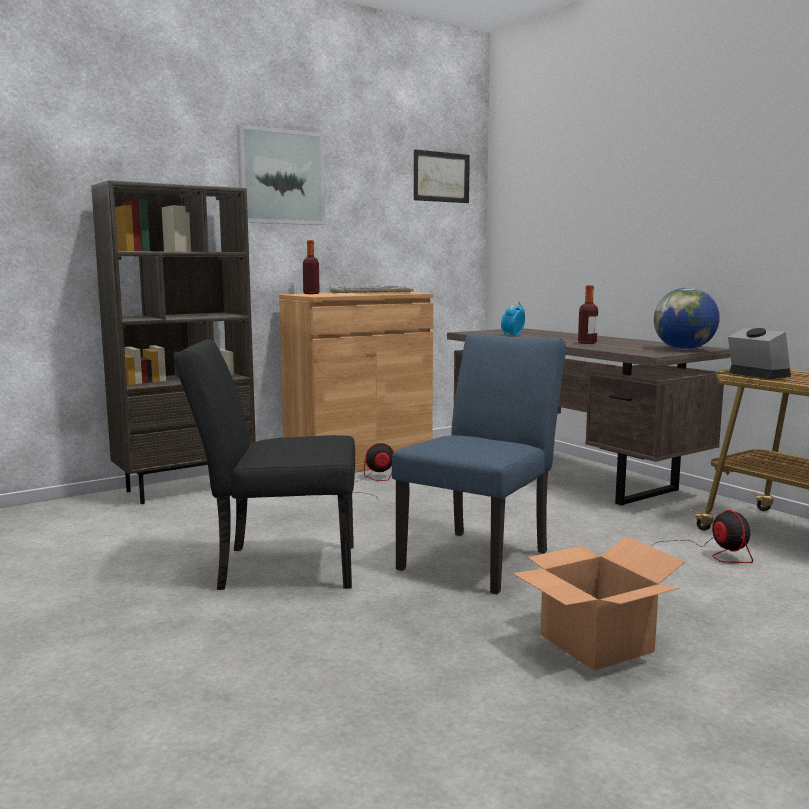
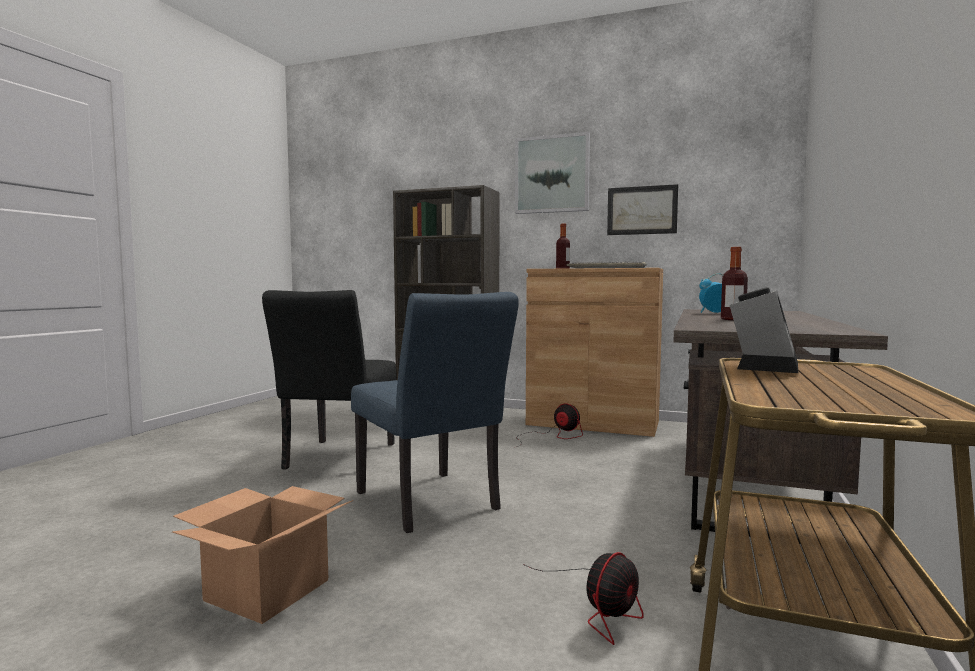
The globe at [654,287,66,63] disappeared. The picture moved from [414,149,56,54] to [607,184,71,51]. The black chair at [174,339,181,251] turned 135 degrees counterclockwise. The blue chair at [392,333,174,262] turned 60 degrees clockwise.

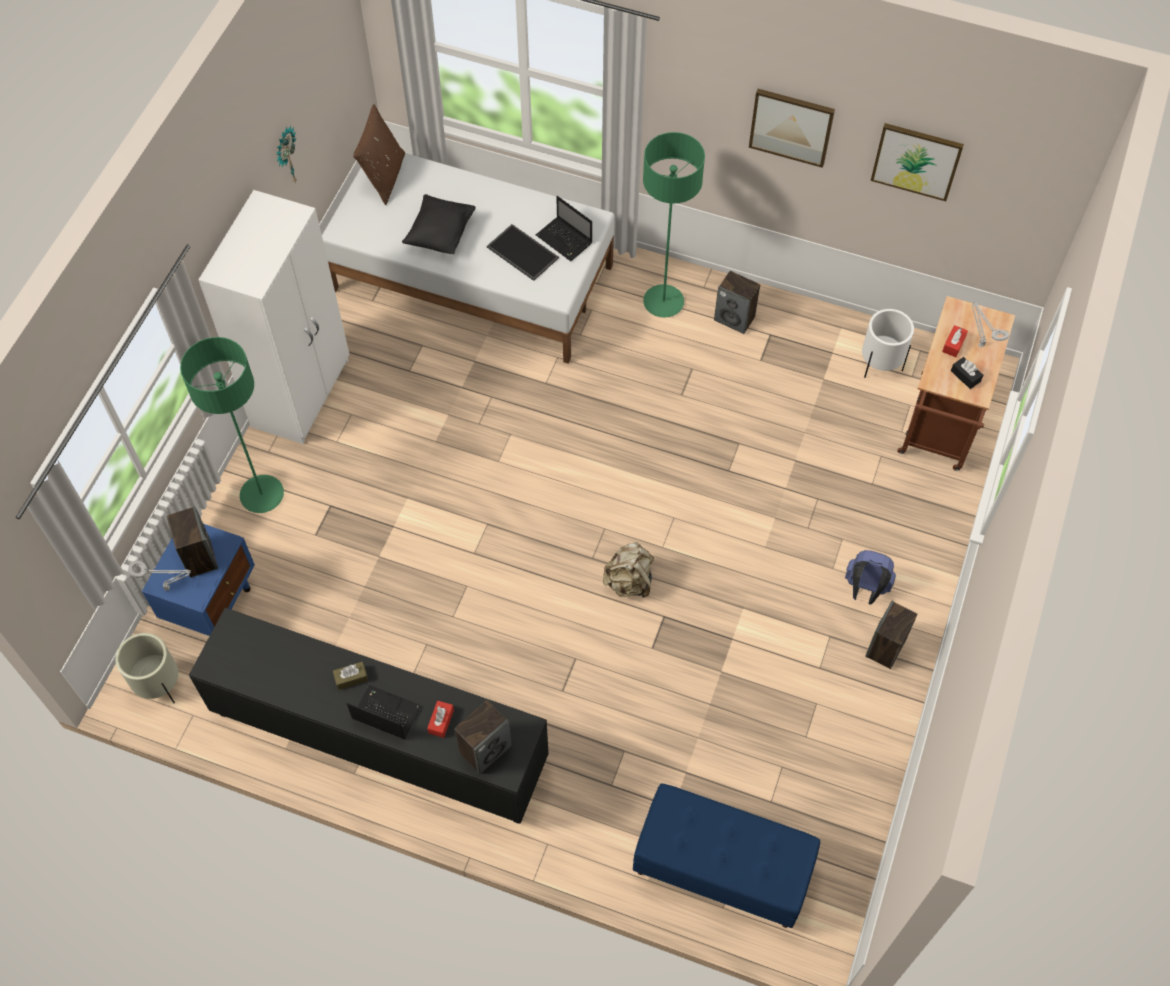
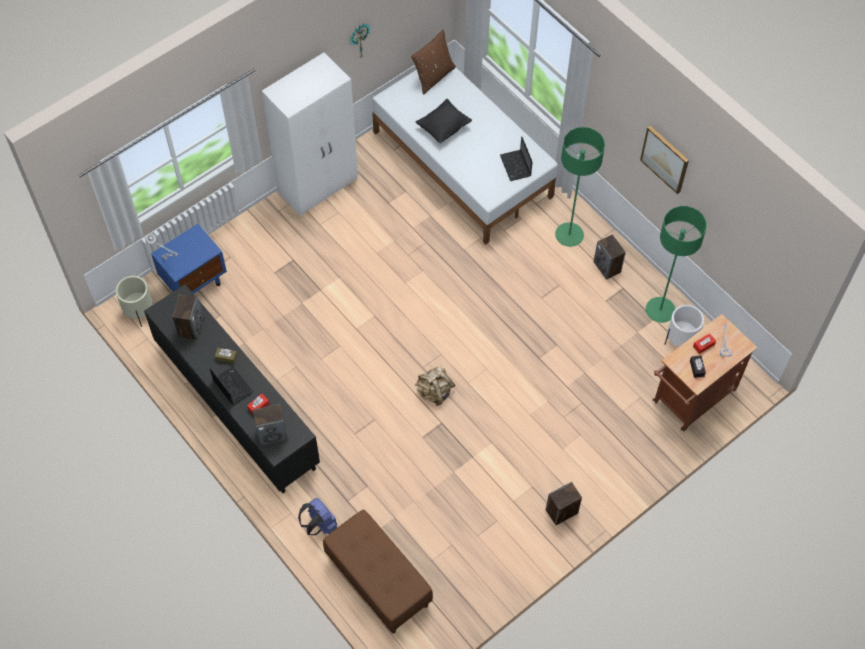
The tray at [487,224,72,57] disappeared. The picture at [871,123,93,78] disappeared. The speaker moved from [167,506,51,72] to [172,294,32,47]. The green floor lamp moved from [180,337,104,176] to [646,206,61,117]. The blue backpack moved from [845,550,51,55] to [298,498,39,37]. The blue bench at [633,783,187,145] became the brown bench at [323,509,110,125].

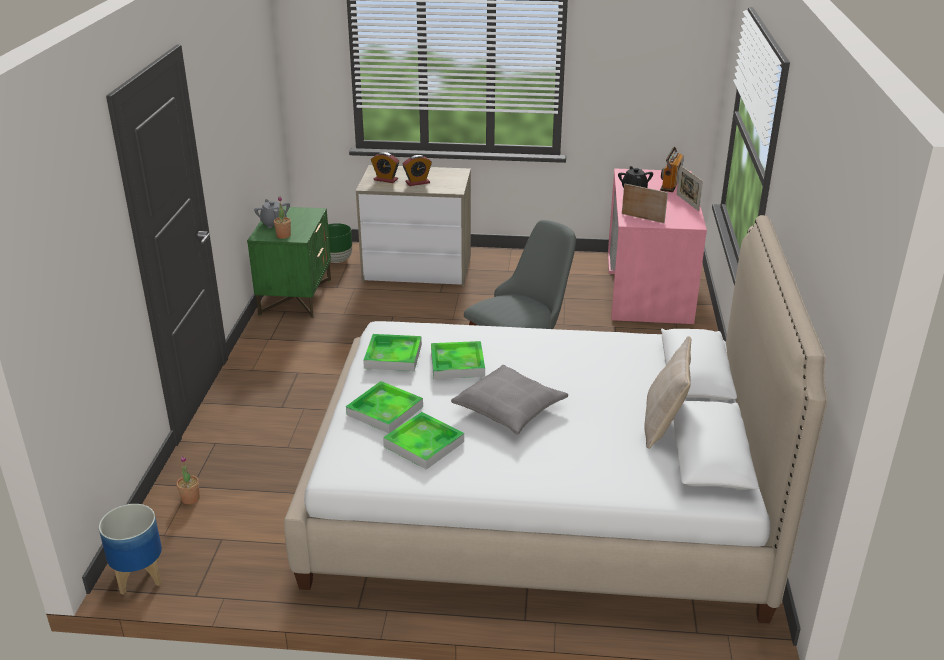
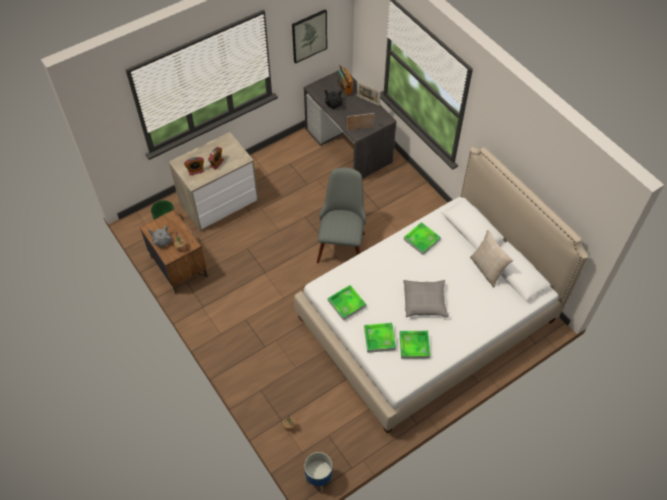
The picture at [292,10,35,53] appeared. The tray moved from [431,341,54,38] to [404,222,37,33]. The green nightstand at [247,207,84,111] became the brown nightstand at [140,209,68,85]. The pink desk at [608,168,99,156] became the grey desk at [303,70,94,109].

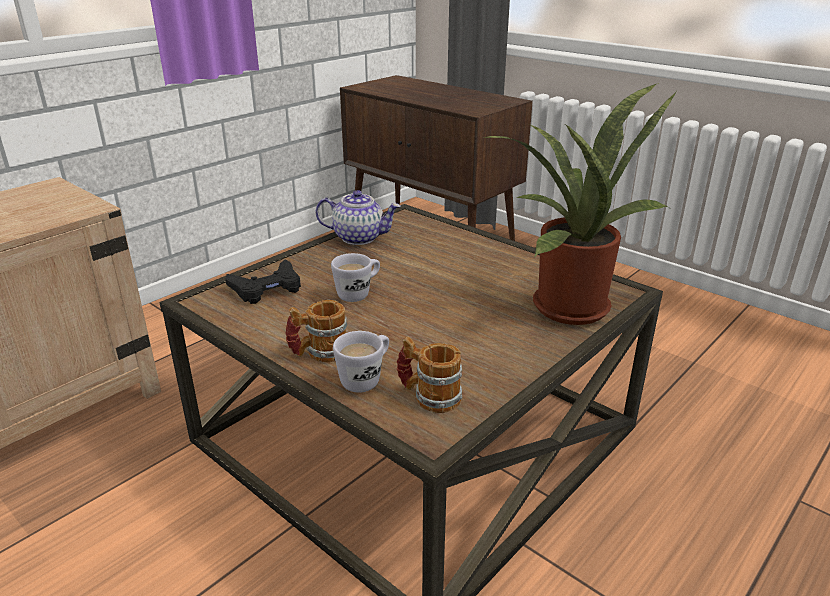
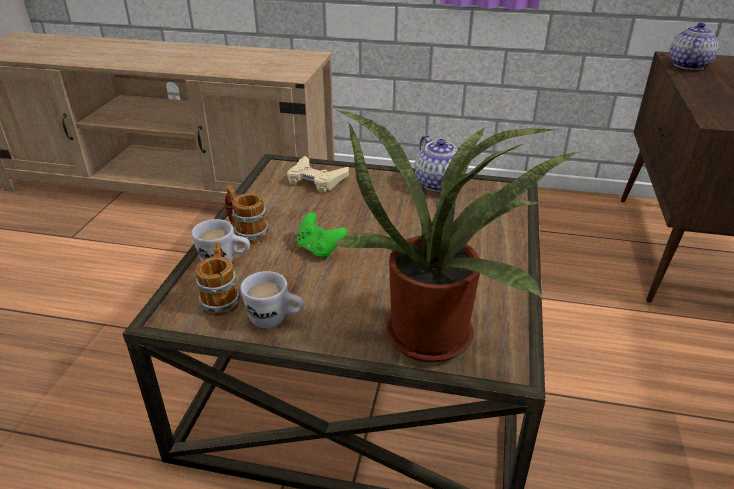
The green game controller at [297,212,51,47] appeared. The teapot at [669,22,50,48] appeared. The white mug moved from [331,253,49,49] to [240,271,65,57]. The black game controller at [225,259,76,45] became the beige game controller at [287,156,62,36].

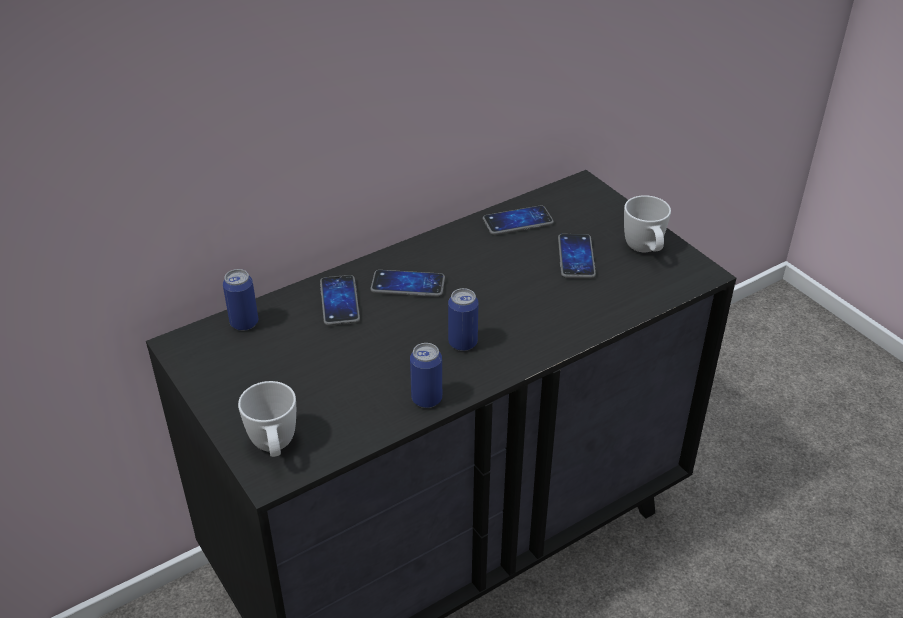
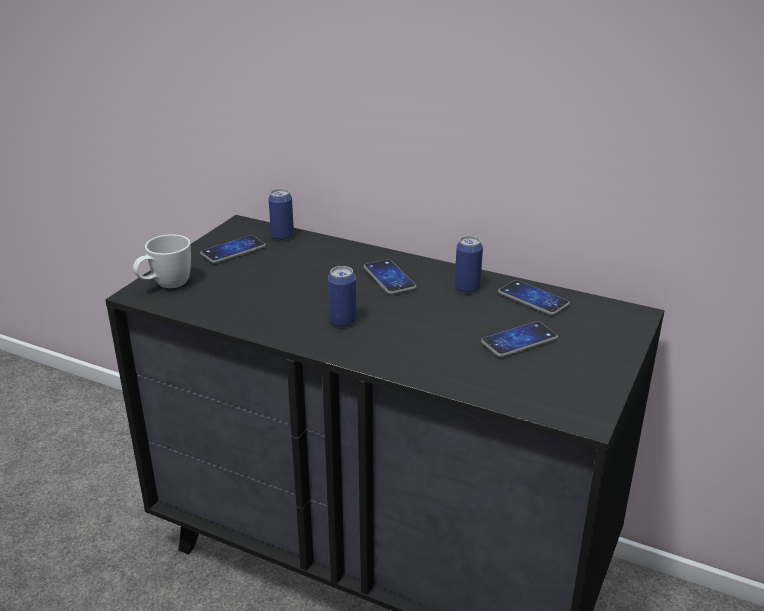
The white mug at [624,195,47,57] disappeared. The phone moved from [320,275,40,51] to [200,235,66,29]. The can moved from [410,343,32,65] to [455,236,28,57].

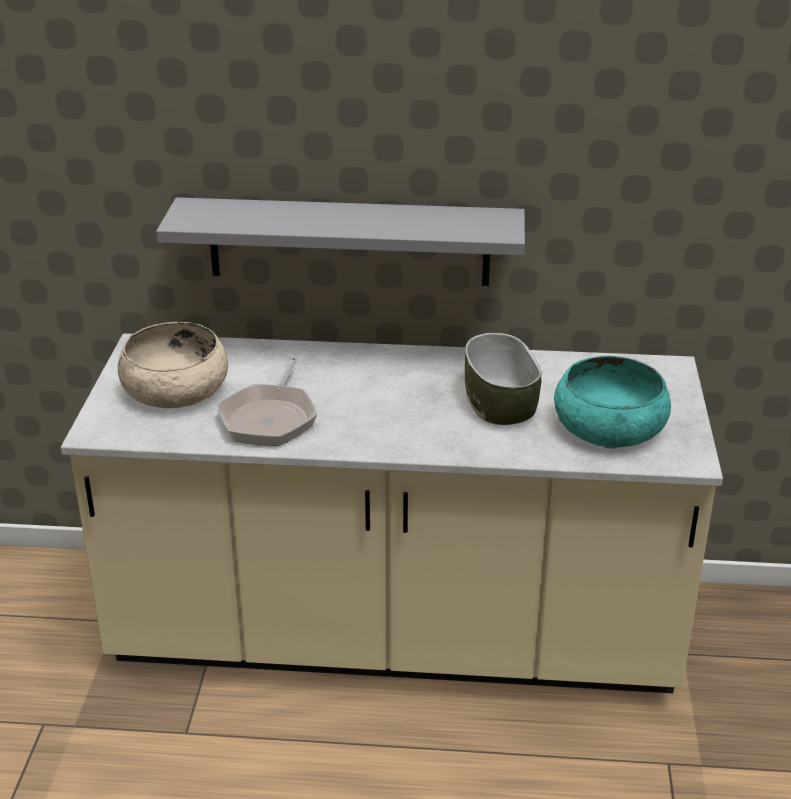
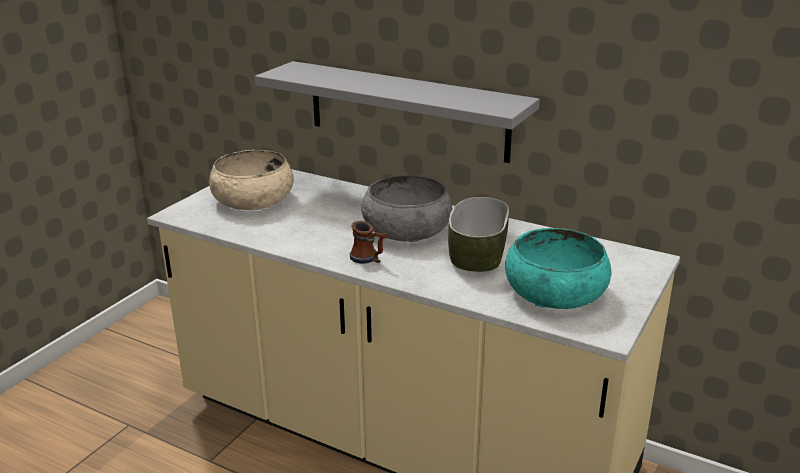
The frying pan at [217,357,100,89] disappeared. The mug at [350,221,38,43] appeared. The grey bowl at [361,175,91,67] appeared.

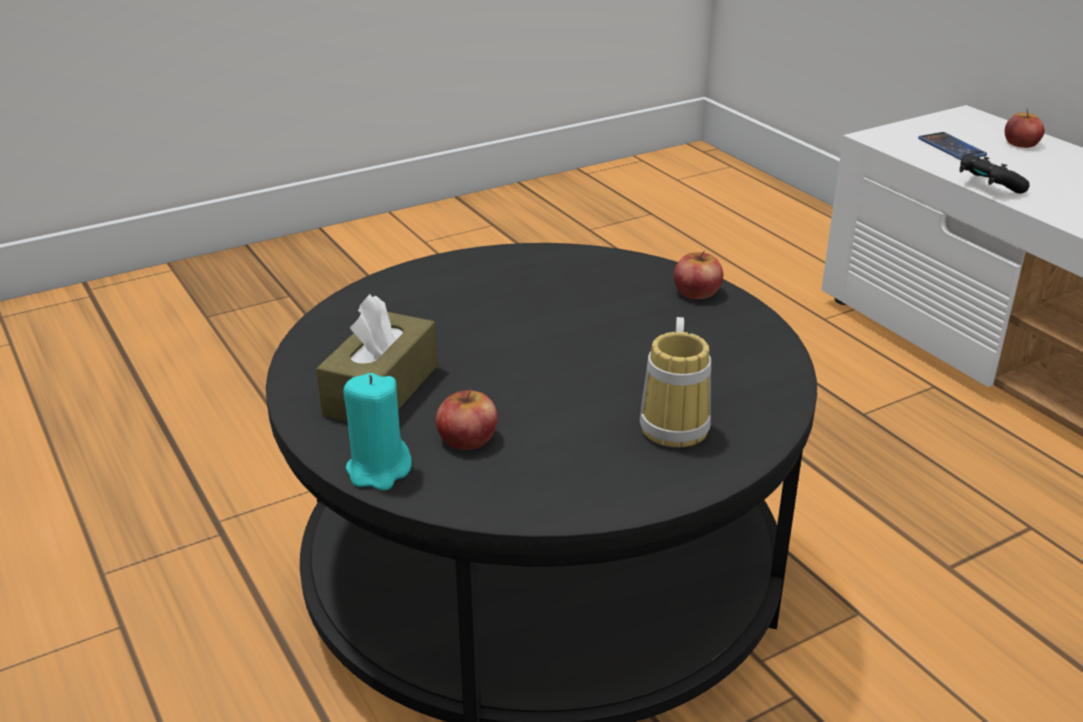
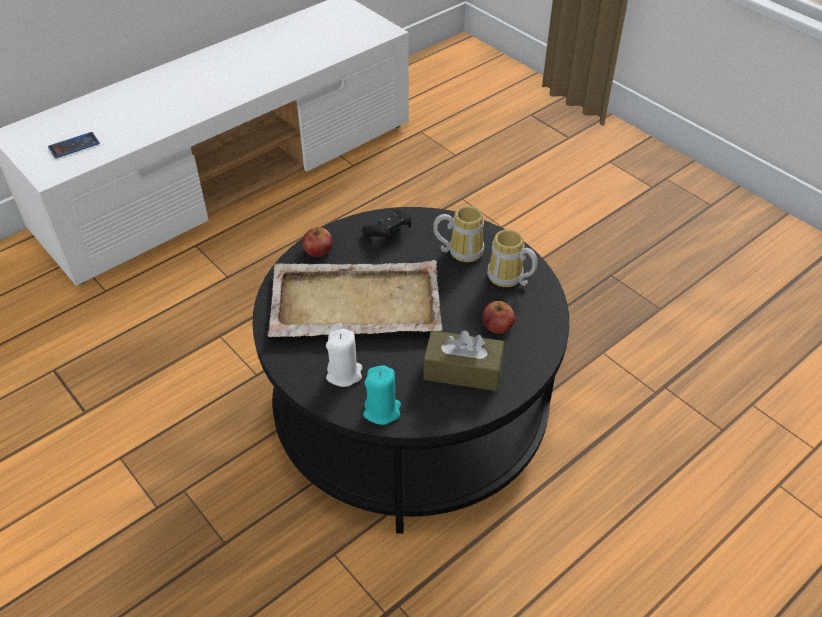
The apple at [1005,109,40,39] disappeared. The beige tray at [268,260,174,77] appeared. The white candle at [326,329,36,58] appeared. The mug at [487,229,51,58] appeared. The turquoise candle moved from [343,373,69,118] to [363,365,38,60]. The black game controller moved from [960,155,70,39] to [362,209,49,30].

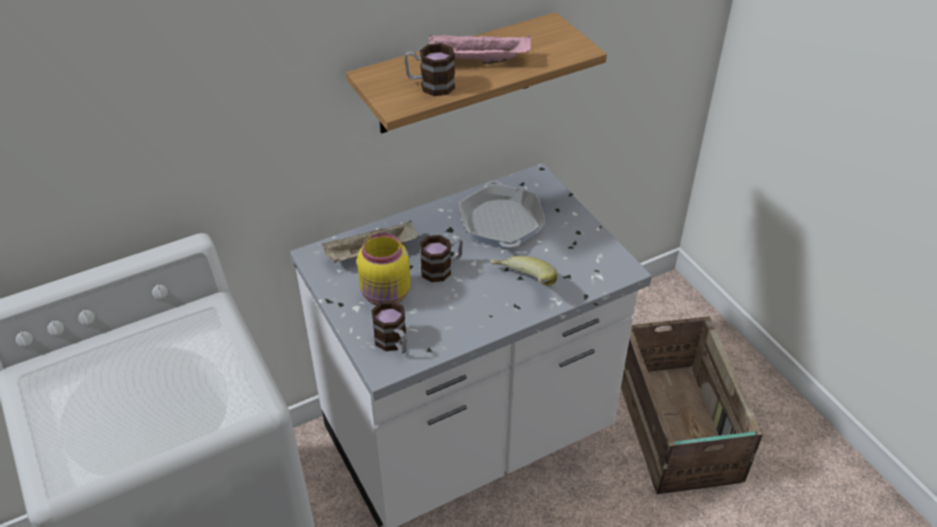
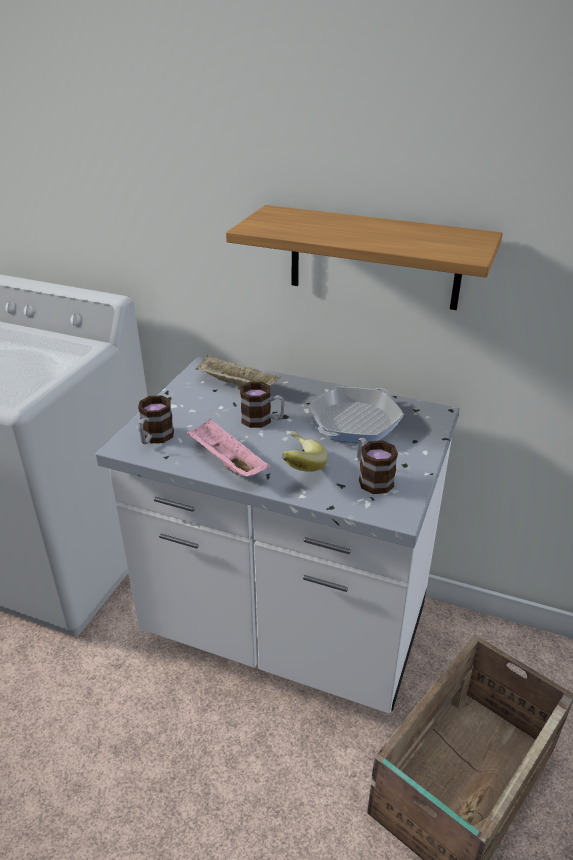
The yellow jar at [357,233,54,72] disappeared. The mug moved from [404,43,51,53] to [357,438,41,56]. The pink tray moved from [429,35,102,29] to [187,418,83,59].

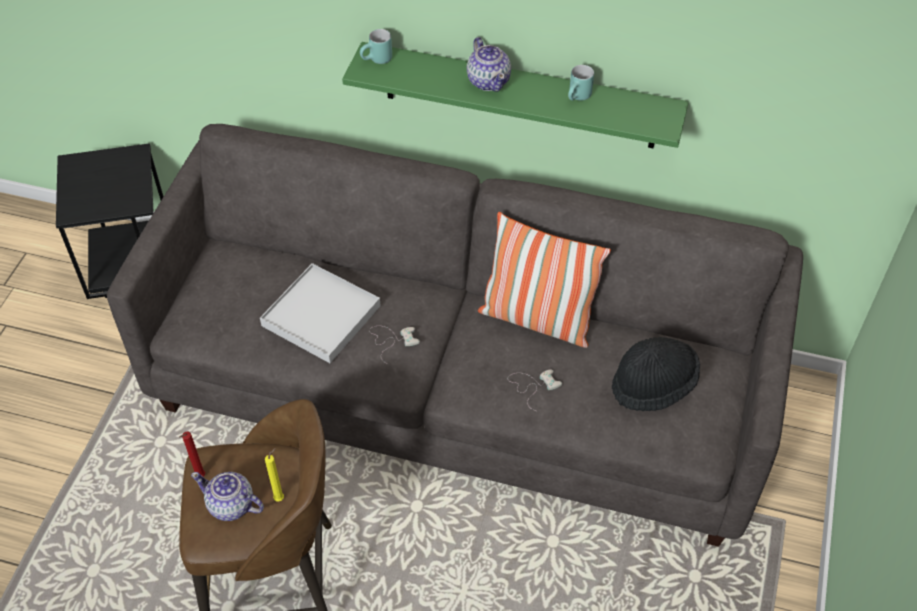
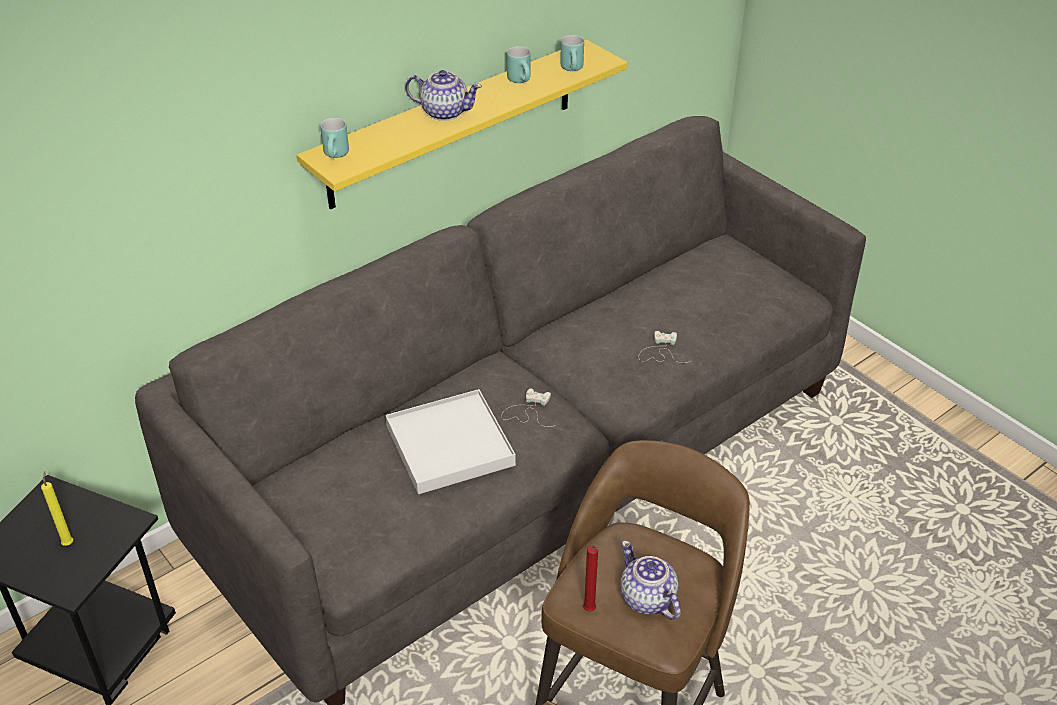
The pillow at [478,212,133,136] disappeared. The black hat at [612,337,88,74] disappeared. The turquoise mug at [560,35,24,36] appeared. The yellow candle moved from [265,448,19,54] to [41,471,32,75]. The green shelf at [342,42,347,106] became the yellow shelf at [296,40,332,170]. The teapot at [191,472,73,49] turned 90 degrees clockwise.

